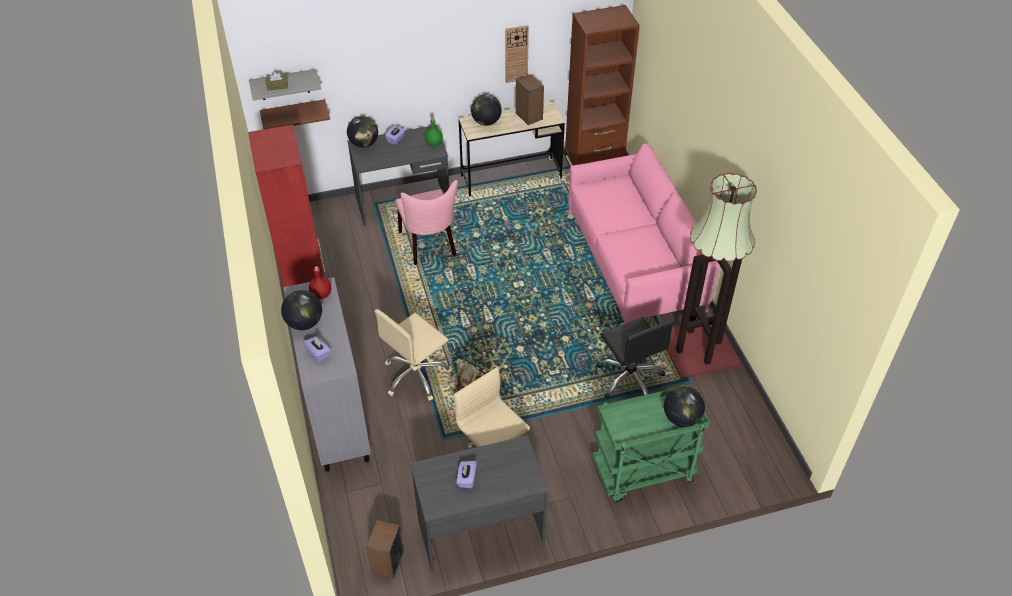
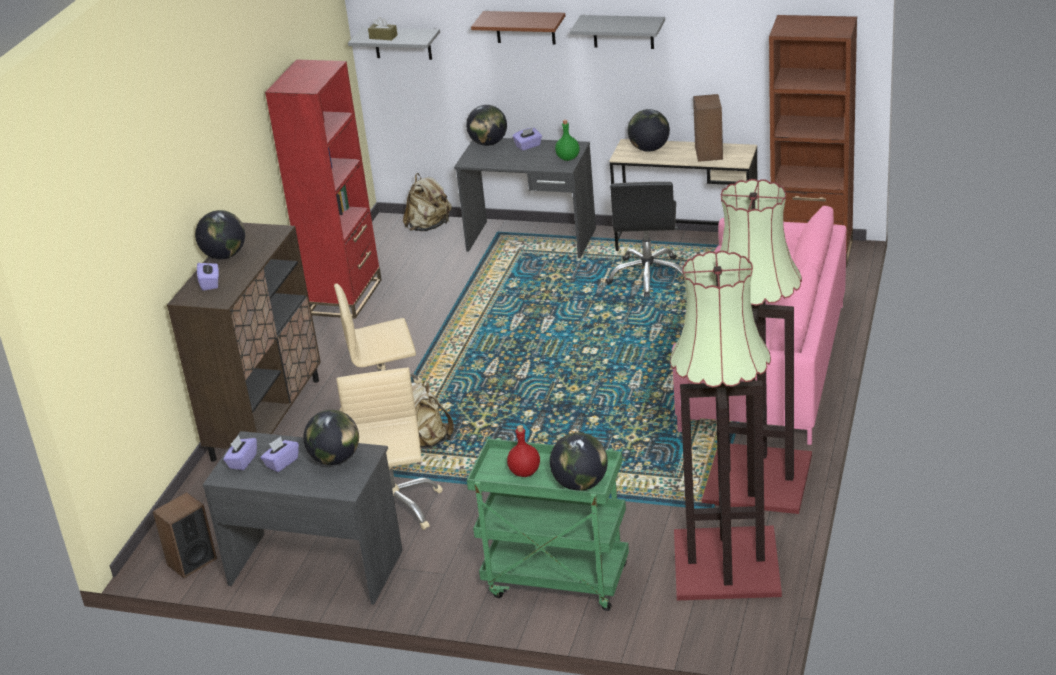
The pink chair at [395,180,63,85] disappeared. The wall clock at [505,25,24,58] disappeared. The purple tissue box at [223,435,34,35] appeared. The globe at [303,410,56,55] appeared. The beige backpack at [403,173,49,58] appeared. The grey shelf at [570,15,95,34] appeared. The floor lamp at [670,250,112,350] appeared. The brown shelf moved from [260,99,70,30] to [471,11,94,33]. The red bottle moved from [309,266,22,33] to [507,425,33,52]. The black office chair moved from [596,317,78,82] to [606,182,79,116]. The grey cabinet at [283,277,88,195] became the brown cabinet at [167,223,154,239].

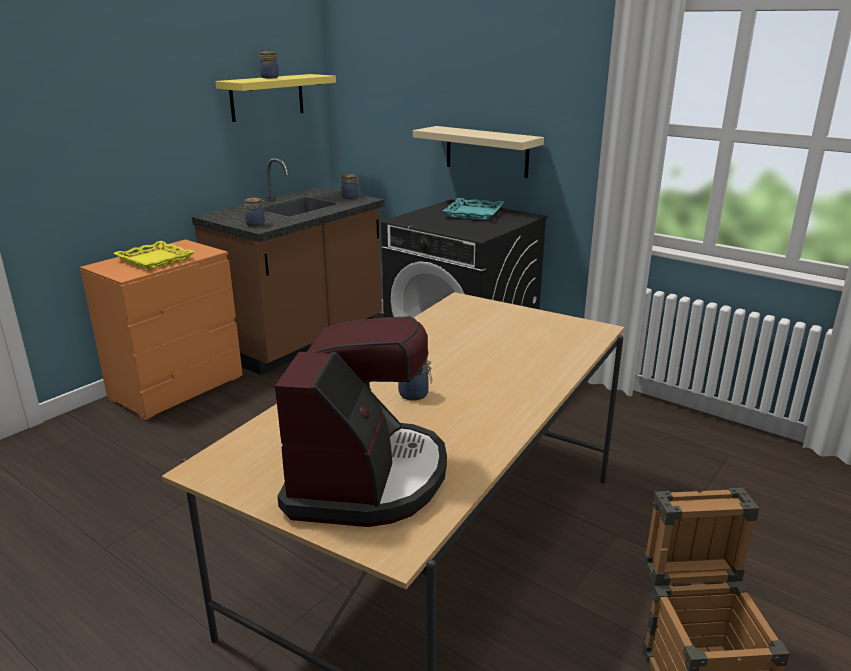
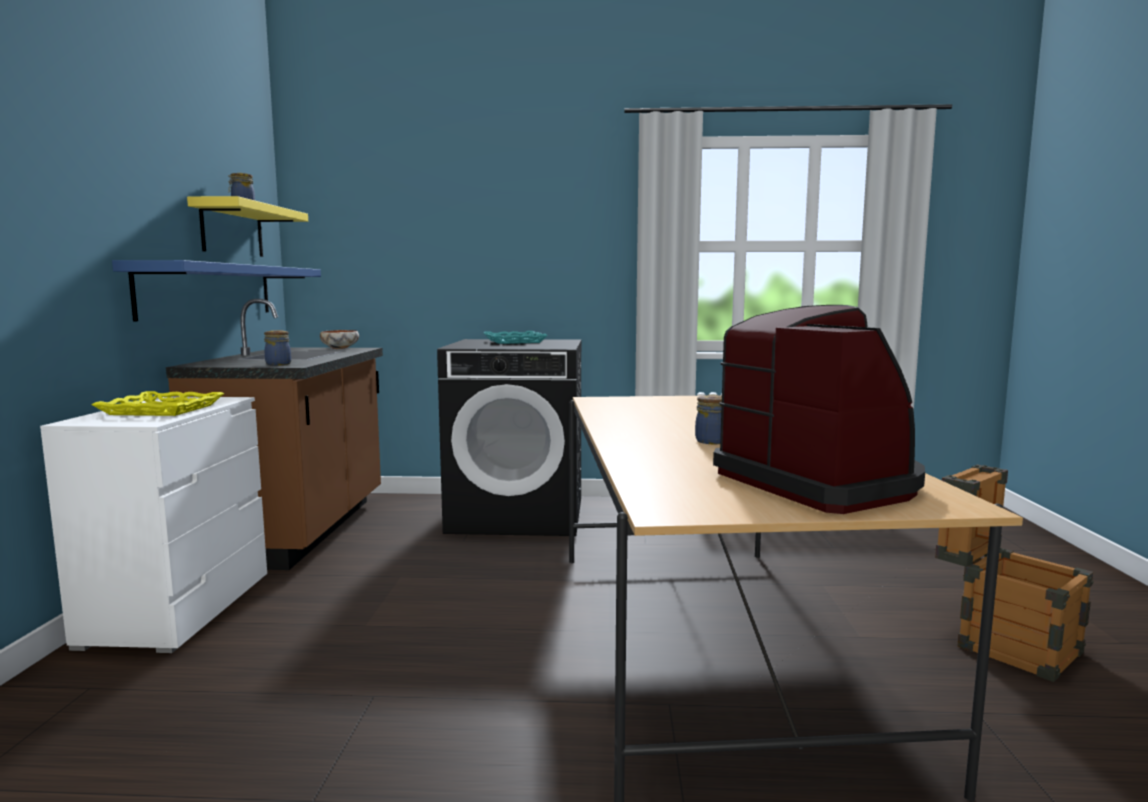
The beige shelf at [413,126,131,52] disappeared. The blue shelf at [112,260,209,62] appeared. The jar at [341,174,19,25] was replaced by the bowl at [320,330,39,19]. The orange dresser at [80,239,163,181] became the white dresser at [40,397,227,256].

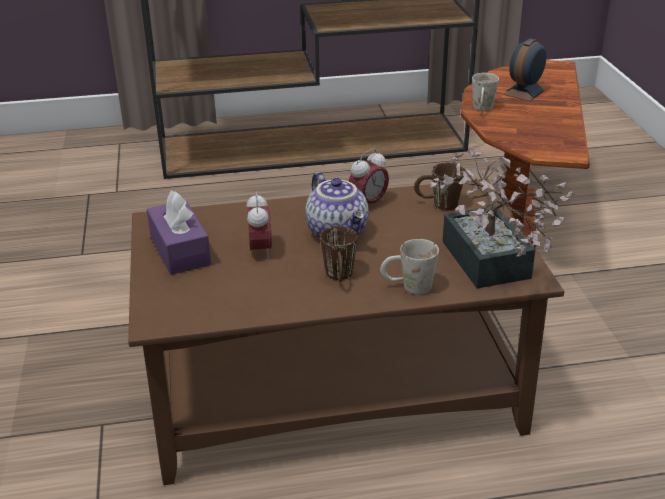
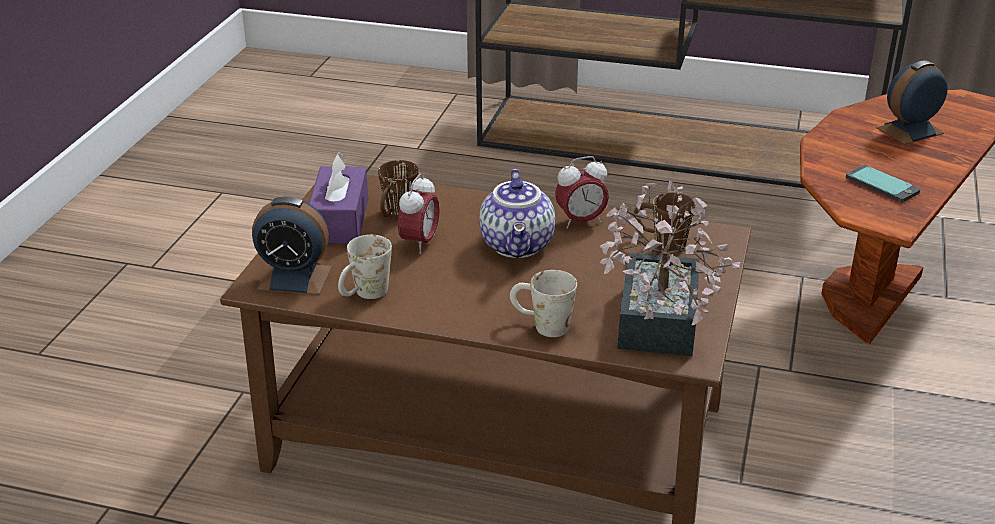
The alarm clock at [252,197,80,98] appeared. The phone at [846,165,74,38] appeared. The brown mug moved from [320,226,38,56] to [378,160,41,58]. The white mug moved from [472,73,27,38] to [338,235,54,64].

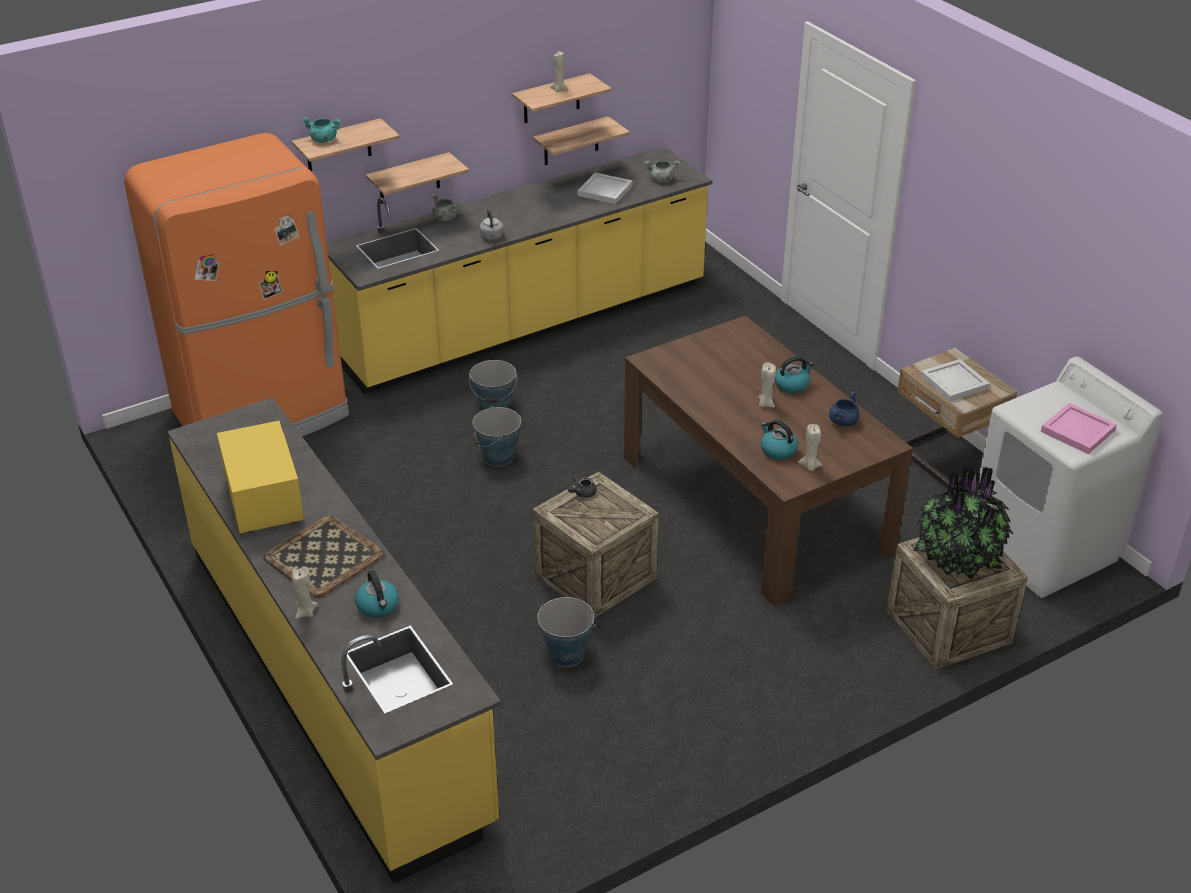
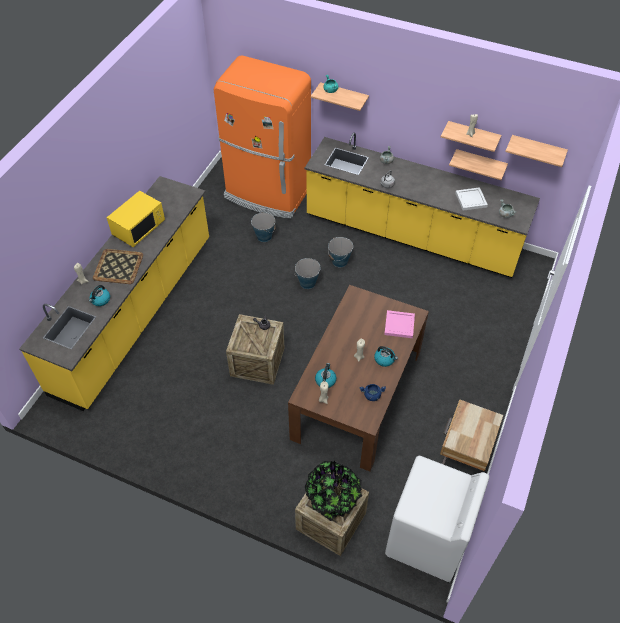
The white tray at [921,359,68,43] disappeared. The shelf moved from [366,152,103,52] to [505,135,63,32]. The bucket moved from [537,597,59,70] to [251,212,25,30]. The pink tray moved from [1041,403,76,51] to [384,310,31,28].

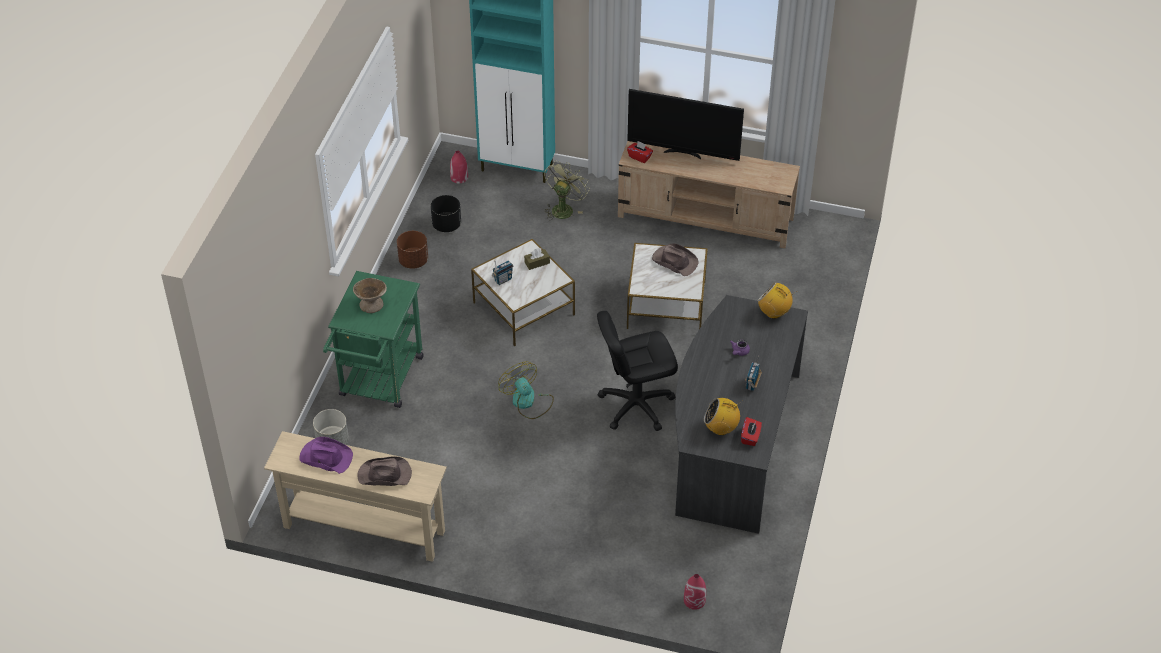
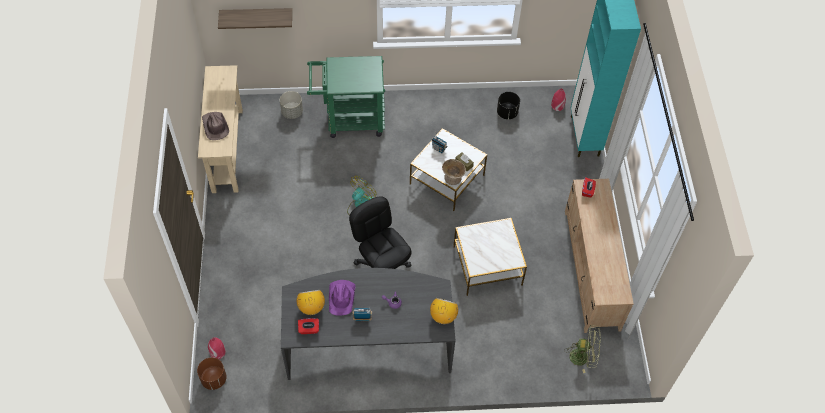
The television at [627,89,117,72] disappeared. The brown hat at [652,244,47,32] disappeared. The shelf at [218,8,74,21] appeared. The purple hat moved from [300,437,53,37] to [329,280,27,36]. The beige bowl moved from [353,278,34,35] to [442,159,24,26]. The brown planter moved from [397,231,31,38] to [197,357,30,33]. The green fan moved from [544,161,46,59] to [564,325,37,48].

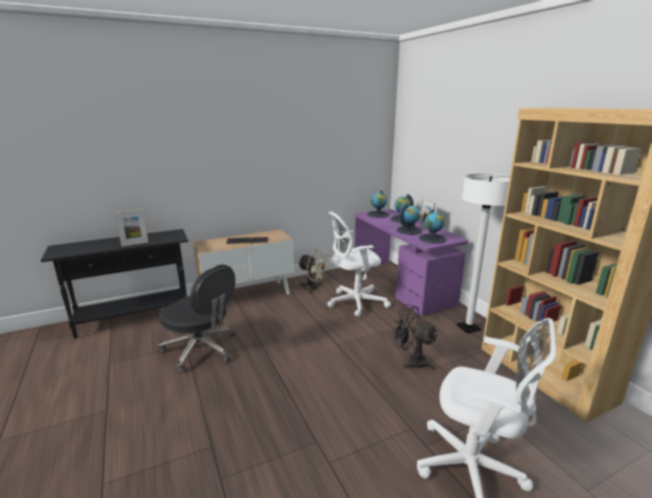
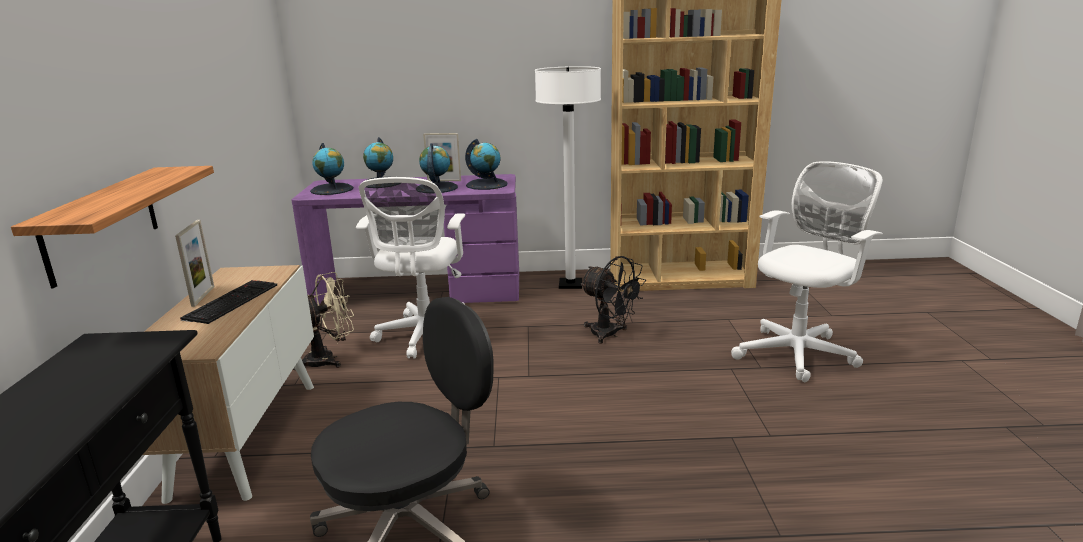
The shelf at [11,166,203,122] appeared. The picture frame moved from [115,209,34,38] to [175,220,40,87]. The black fan at [392,304,45,66] turned 105 degrees counterclockwise.

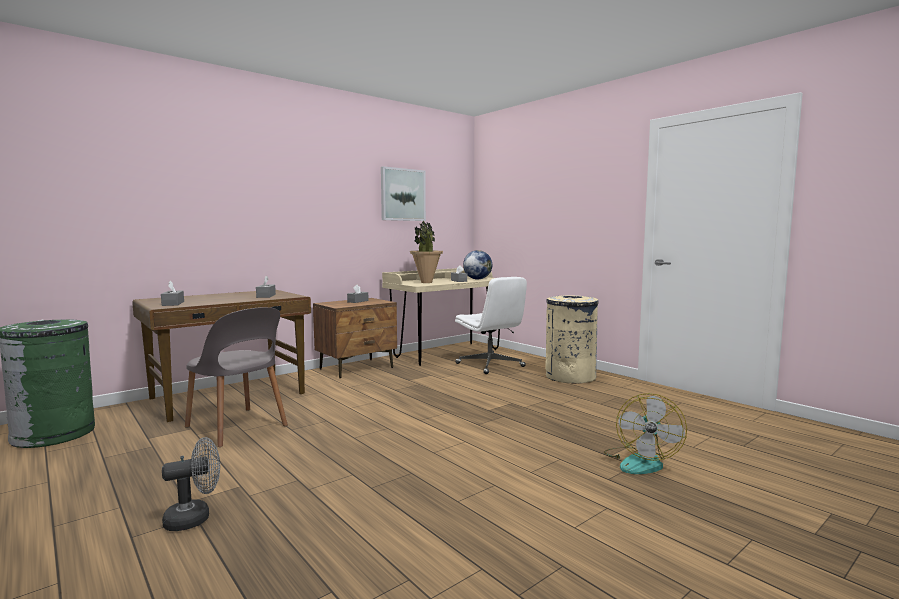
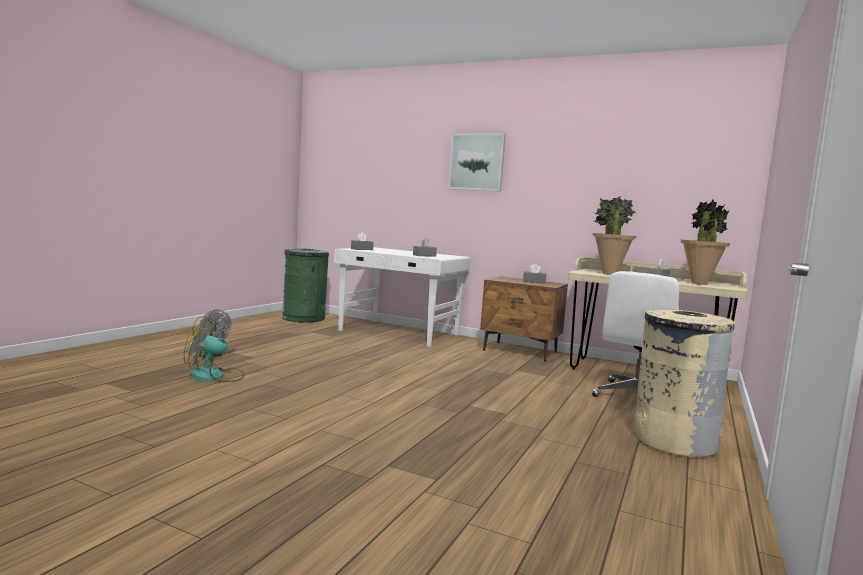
The grey chair at [185,307,103,140] disappeared. The picture moved from [381,166,45,55] to [448,133,58,59]. The fan moved from [604,393,83,81] to [184,315,61,67]. The globe at [463,250,29,30] was replaced by the potted plant at [680,199,50,86]. The brown desk at [132,290,179,132] became the white desk at [334,247,136,100].

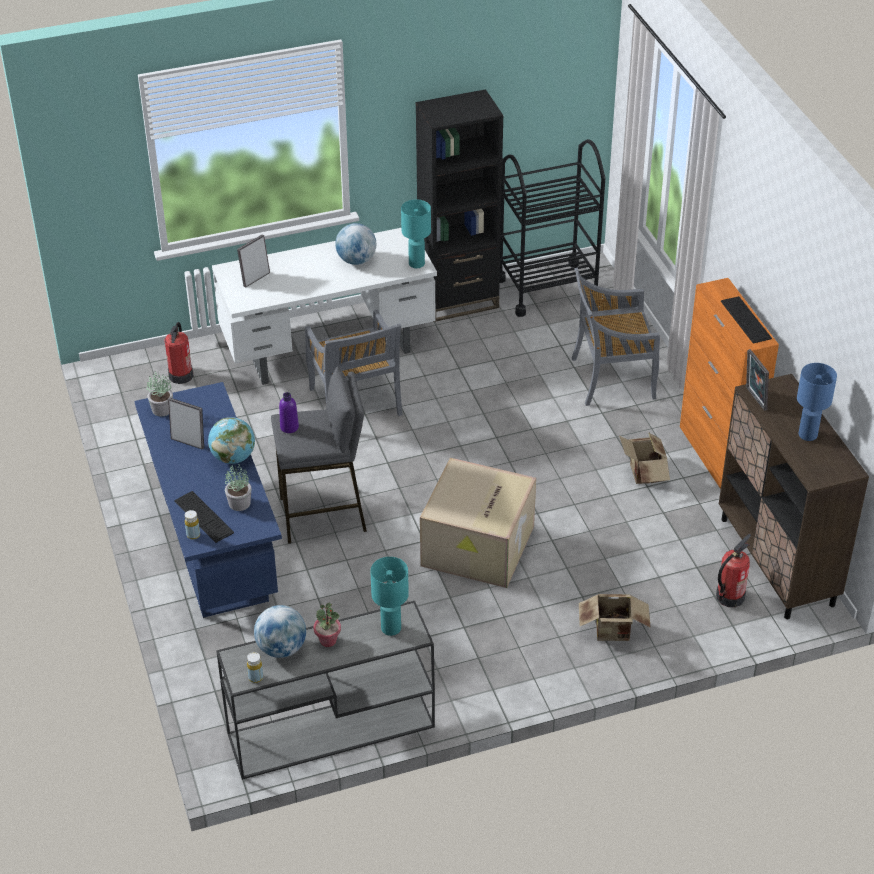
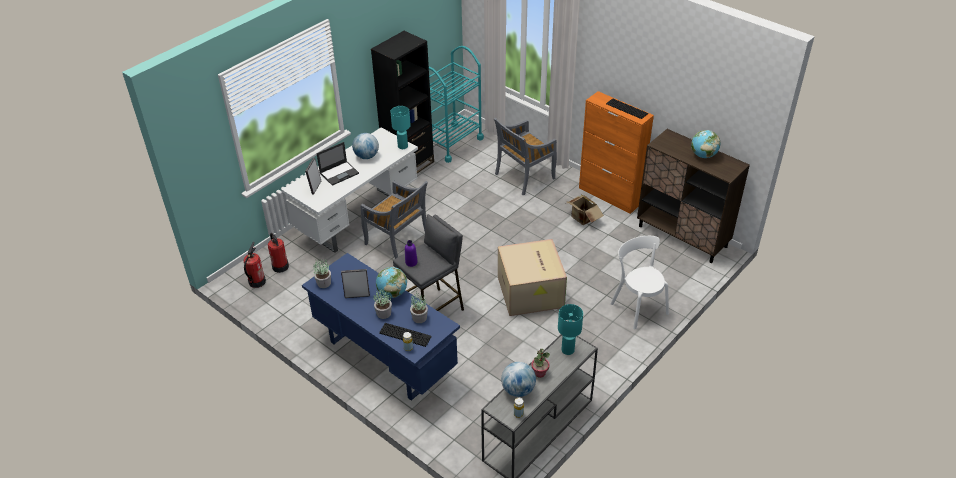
The picture frame at [746,349,23,62] disappeared. The laptop at [316,142,43,44] appeared. The potted plant at [373,288,19,31] appeared. The fire extinguisher moved from [716,534,35,73] to [244,242,22,46]. The cardboard box at [579,594,72,47] was replaced by the white chair at [610,236,59,93]. The blue table lamp at [797,363,40,78] was replaced by the globe at [691,130,29,28]. The black cart at [500,139,105,178] became the turquoise cart at [429,46,55,117].

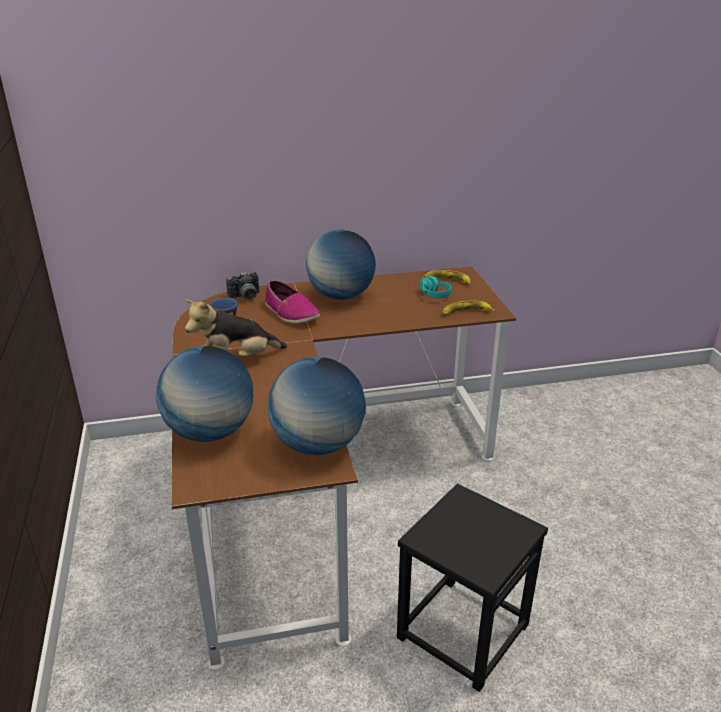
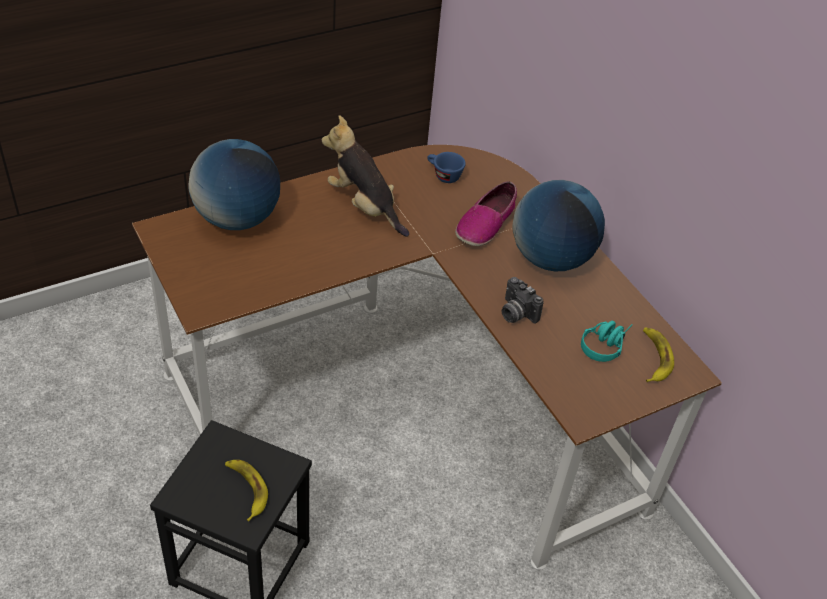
The globe at [268,357,98,98] disappeared. The photo camera moved from [226,272,33,28] to [502,277,42,46]. The banana moved from [443,301,53,14] to [225,460,43,62].

